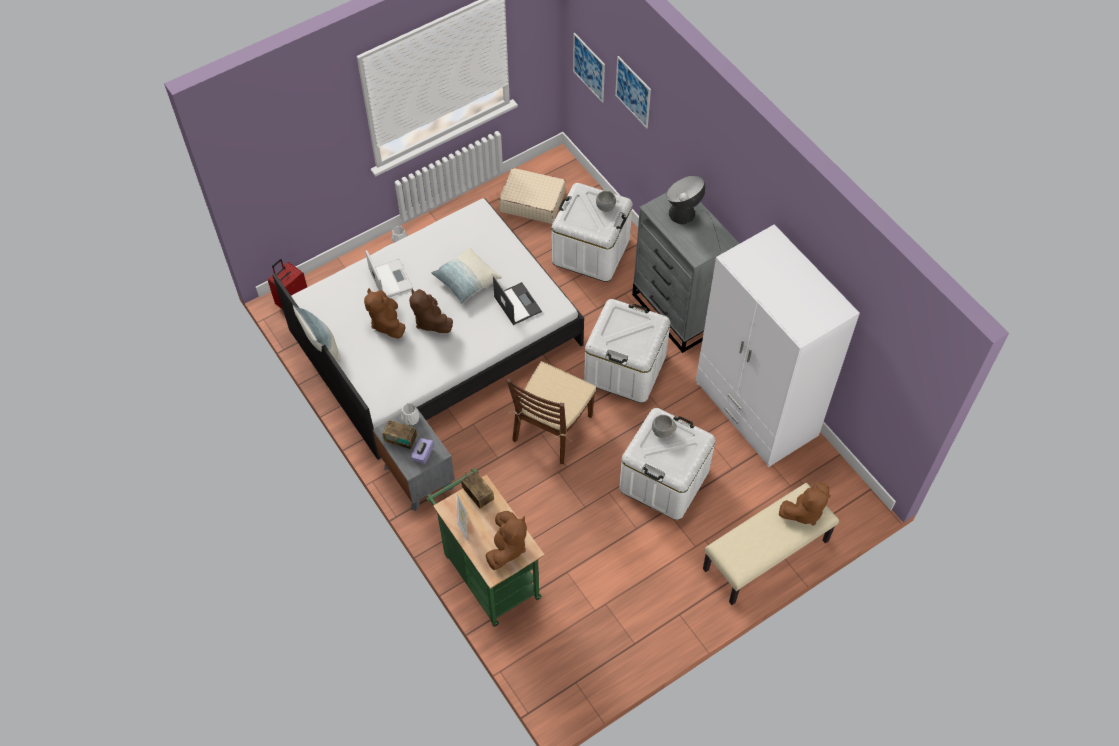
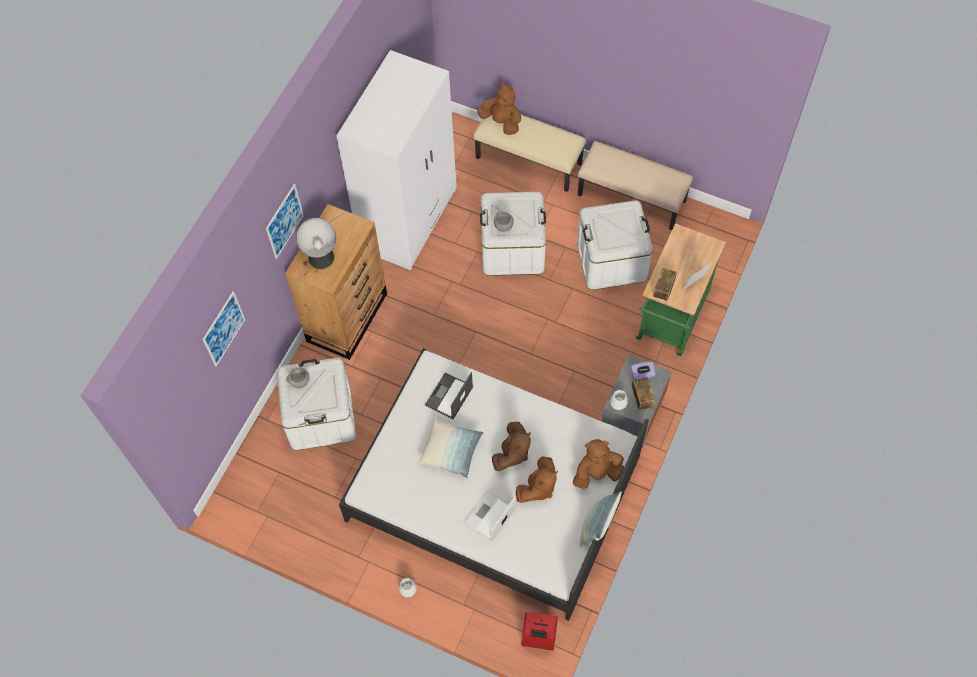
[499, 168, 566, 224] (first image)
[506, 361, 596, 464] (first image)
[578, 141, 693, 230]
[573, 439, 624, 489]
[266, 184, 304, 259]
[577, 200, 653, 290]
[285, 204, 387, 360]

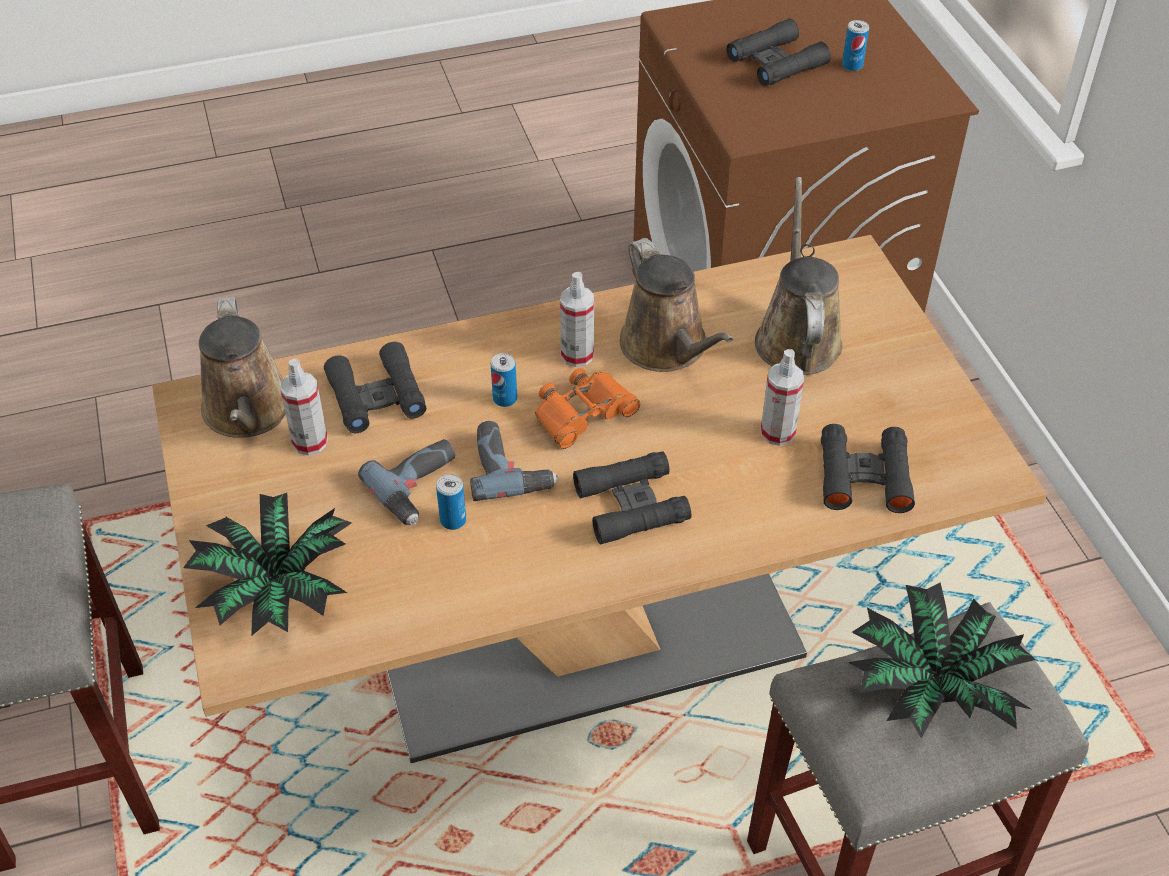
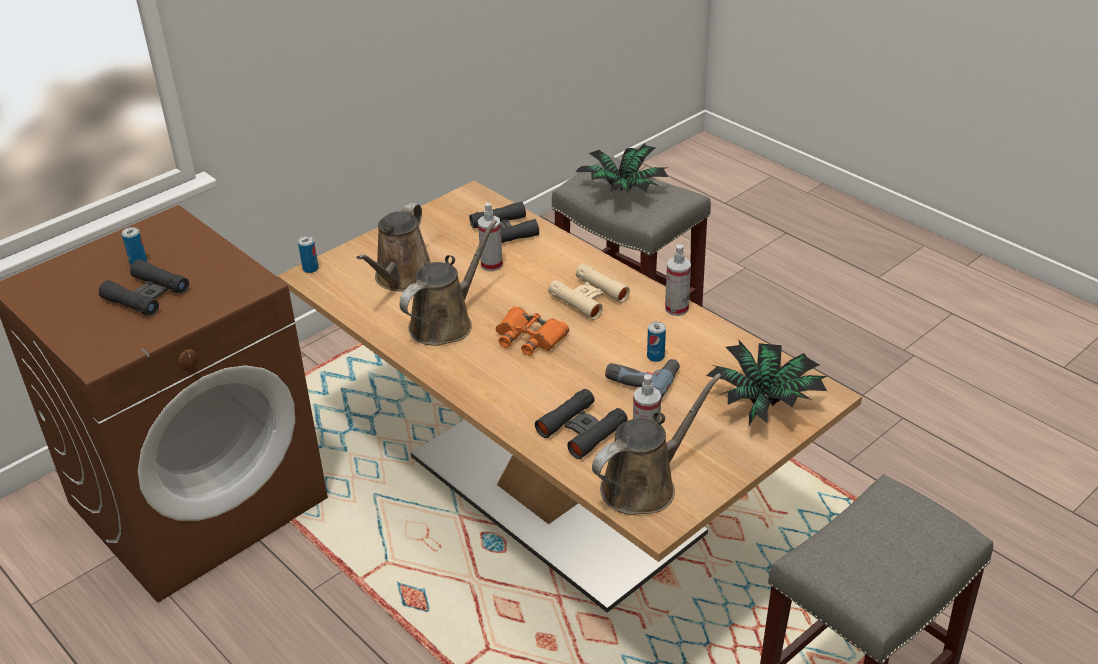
[470, 421, 559, 501] (first image)
[298, 236, 319, 273]
[665, 245, 691, 316]
[548, 264, 630, 320]
[357, 203, 431, 291]

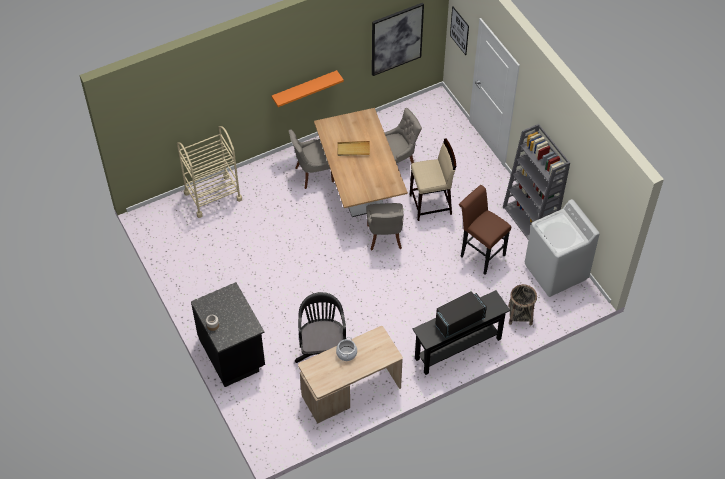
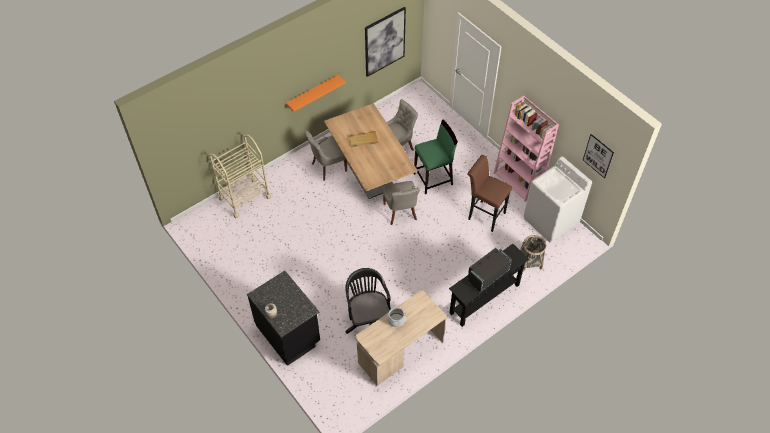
[583, 134, 614, 178]
[414, 120, 458, 194]
[494, 96, 559, 201]

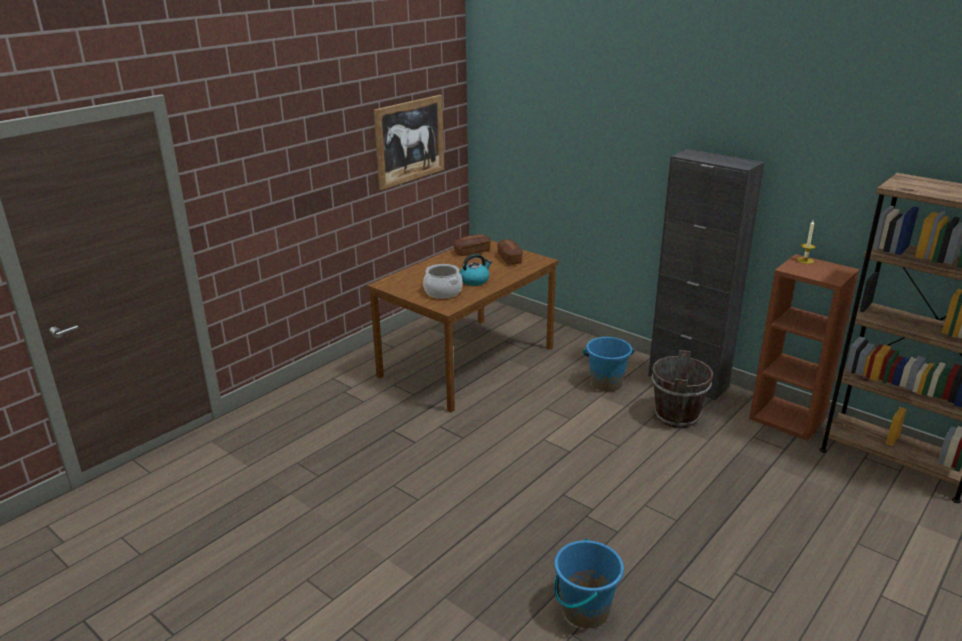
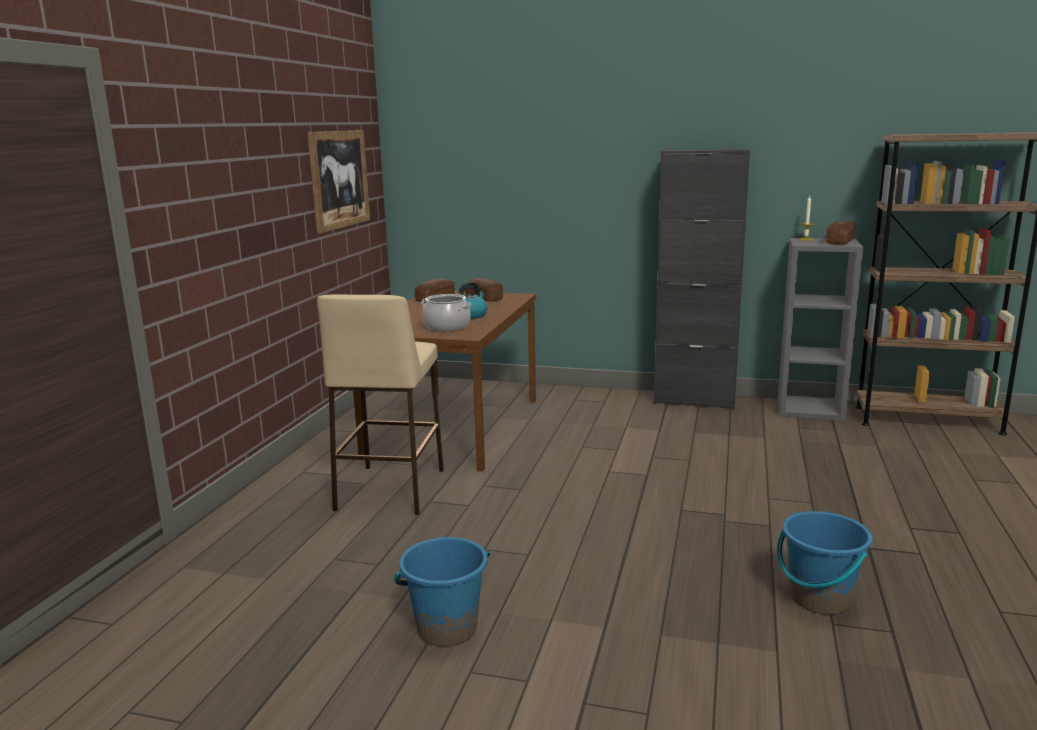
[652, 350, 713, 428] (first image)
[317, 294, 444, 515]
[826, 221, 856, 244]
[394, 537, 491, 647]
[778, 238, 863, 421]

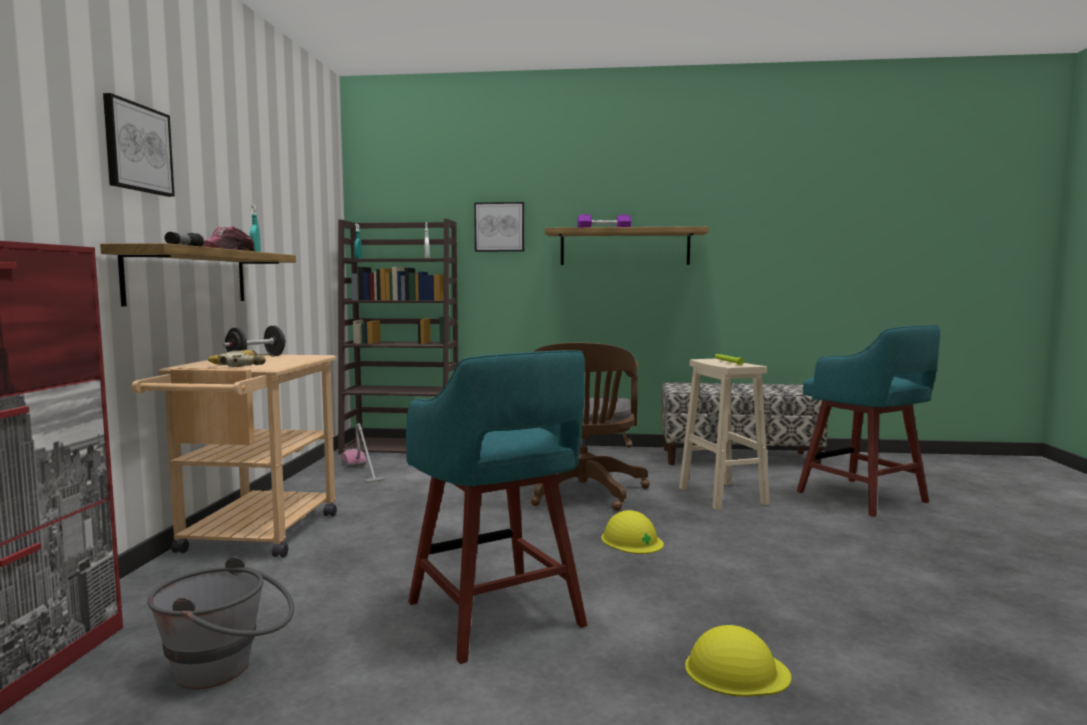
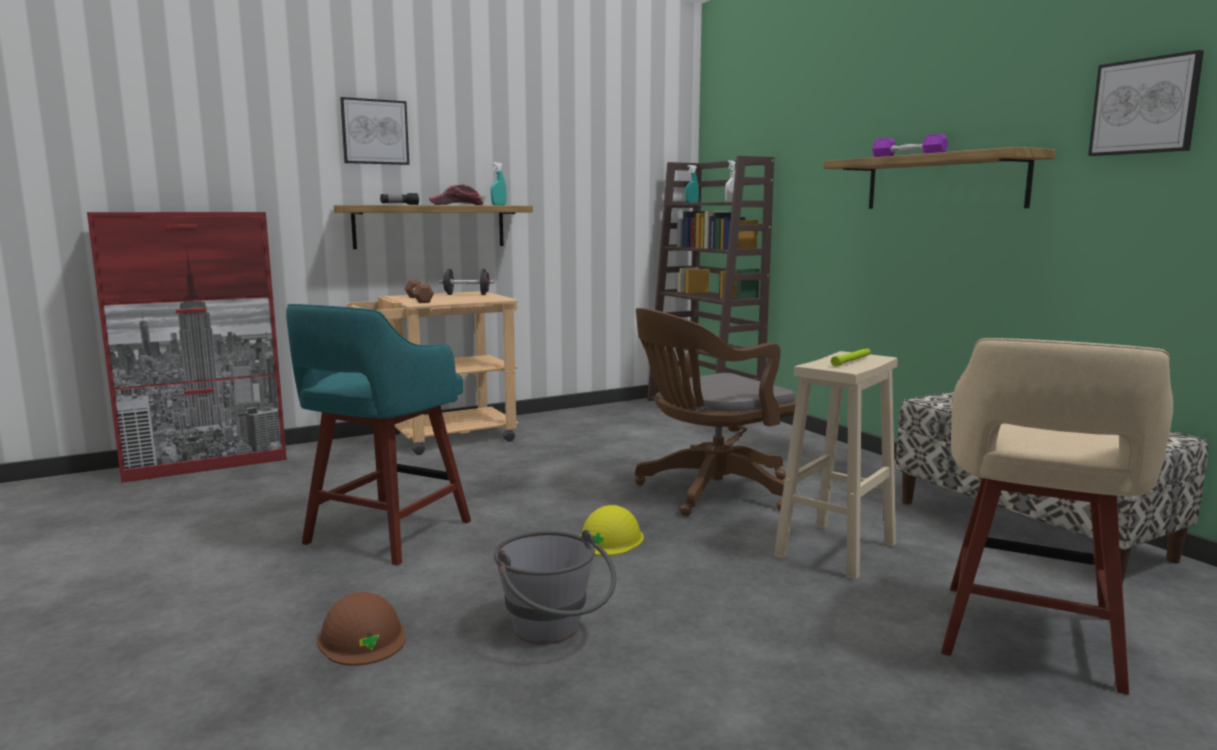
[341, 423, 385, 483] (first image)
[494, 530, 616, 645]
[1088, 50, 1204, 156]
[405, 280, 434, 303]
[317, 592, 406, 666]
[941, 338, 1173, 695]

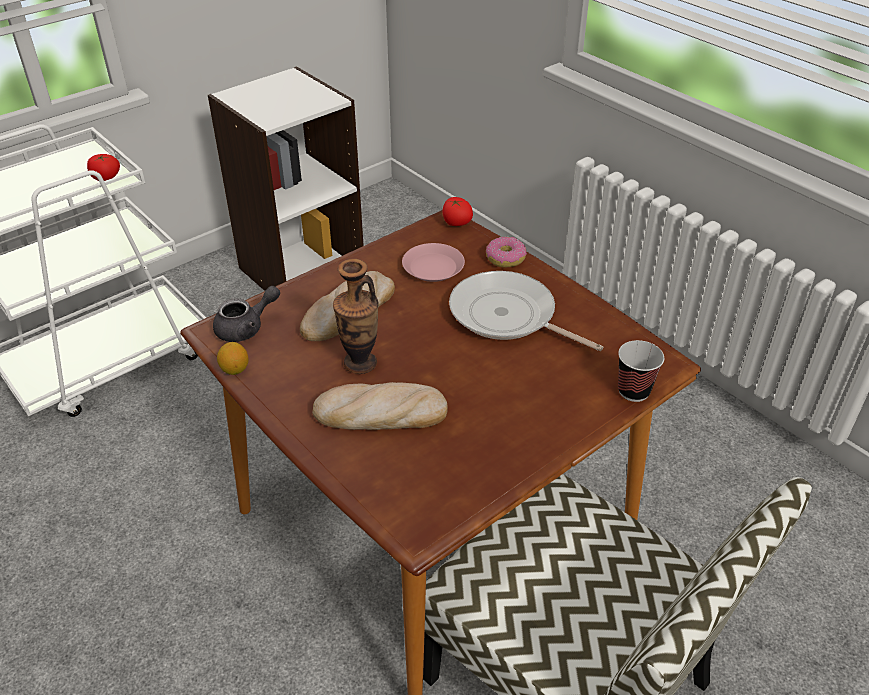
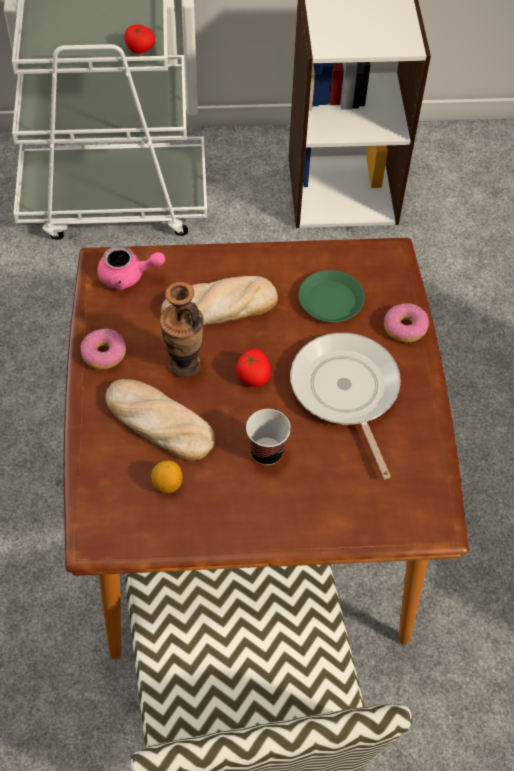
[80, 329, 126, 369]
[151, 460, 182, 493]
[236, 349, 271, 386]
[246, 409, 291, 465]
[97, 246, 165, 290]
[299, 270, 365, 322]

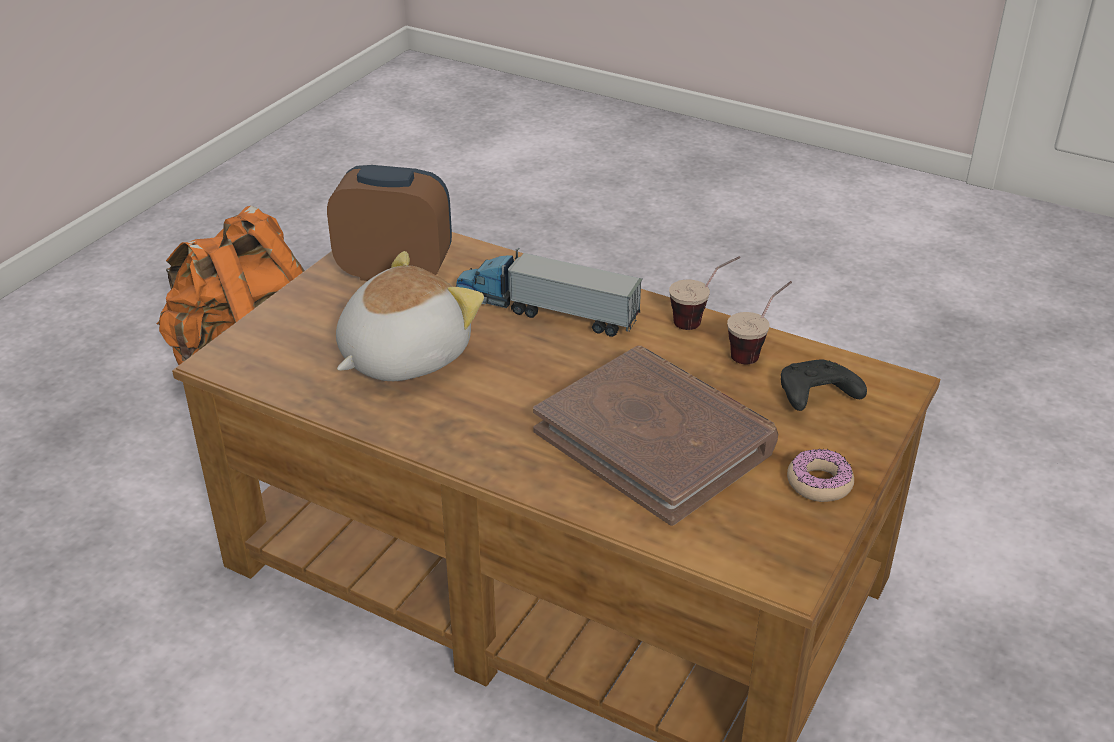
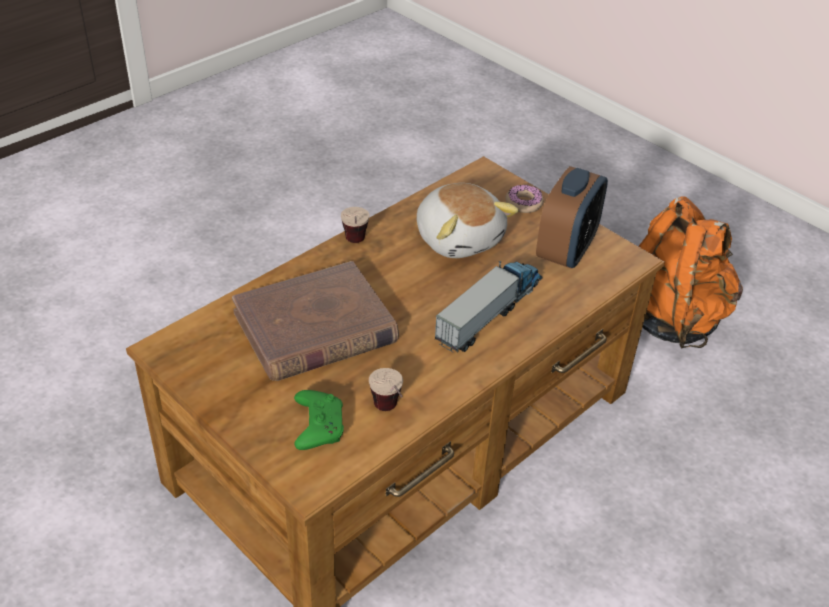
[341, 207, 370, 243]
[506, 185, 544, 213]
[294, 390, 344, 450]

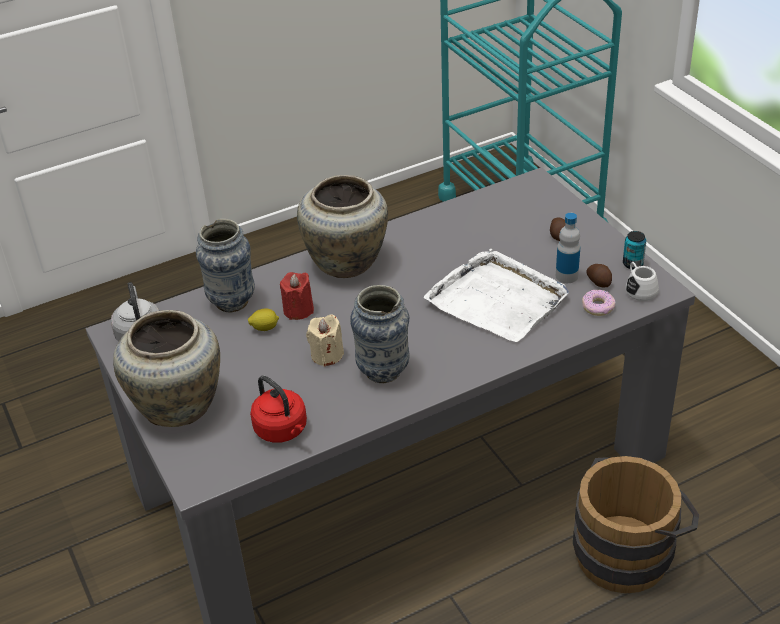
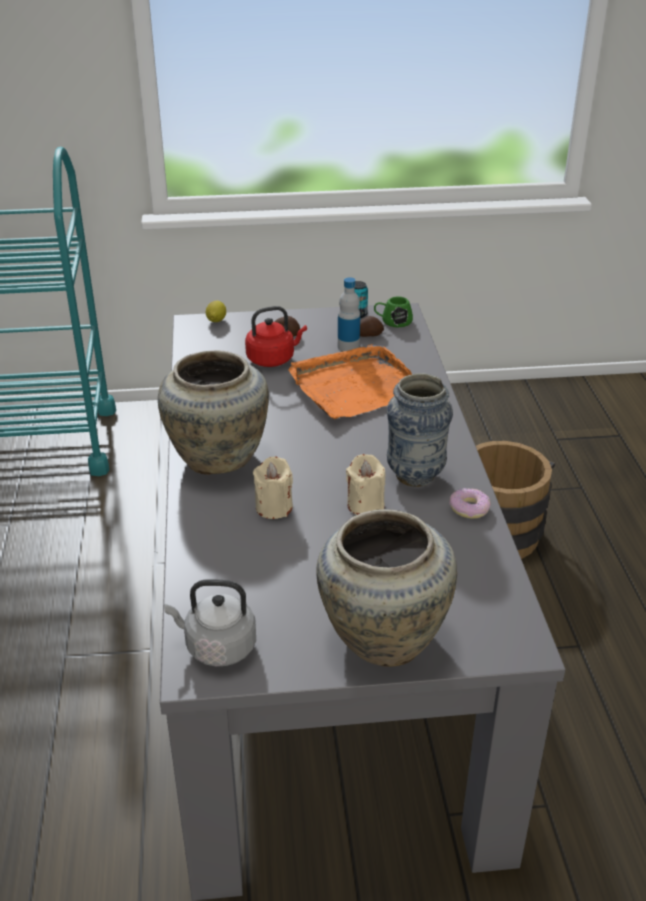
[196, 219, 255, 313] (first image)
[206, 301, 226, 322]
[245, 306, 307, 367]
[449, 488, 491, 519]
[253, 457, 293, 519]
[288, 344, 412, 419]
[374, 296, 413, 327]

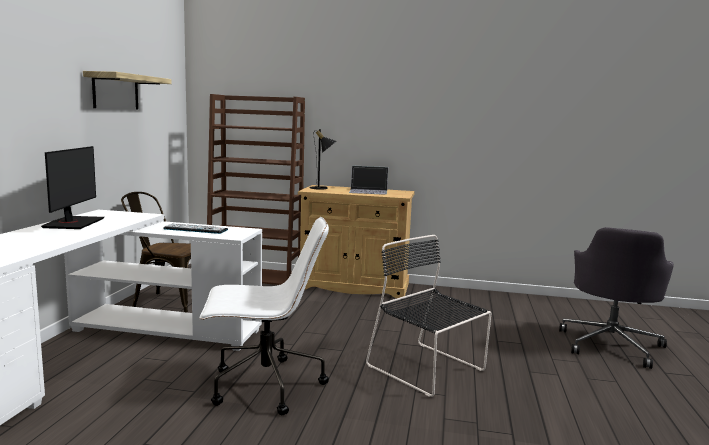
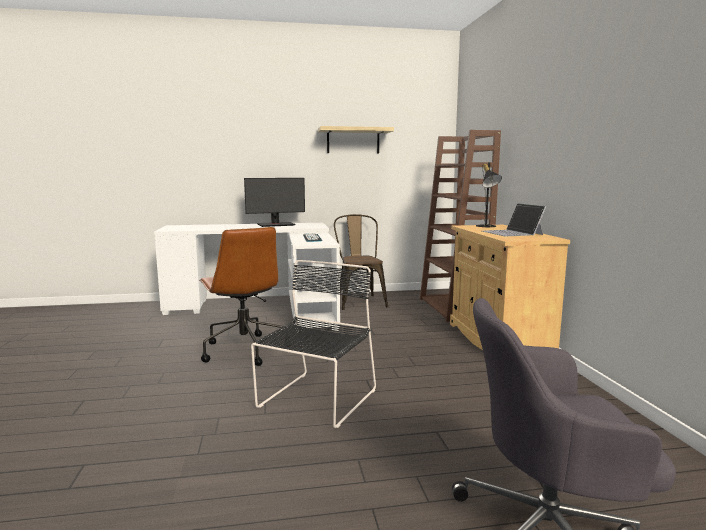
[199, 227, 292, 366]

